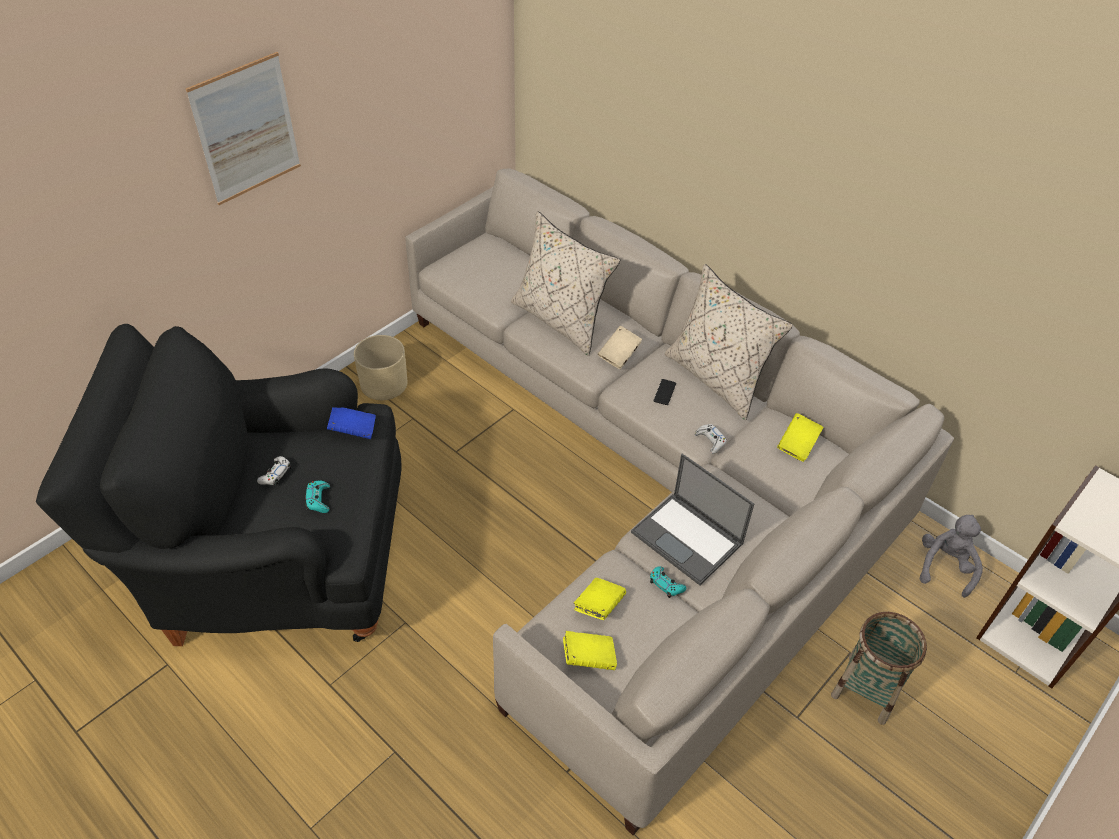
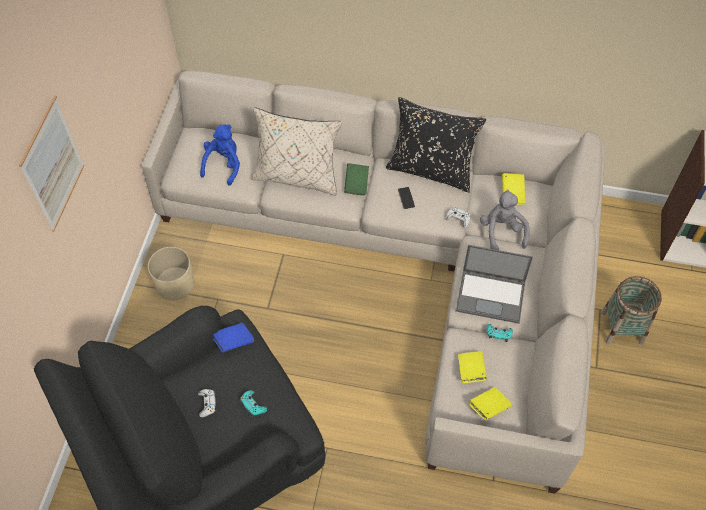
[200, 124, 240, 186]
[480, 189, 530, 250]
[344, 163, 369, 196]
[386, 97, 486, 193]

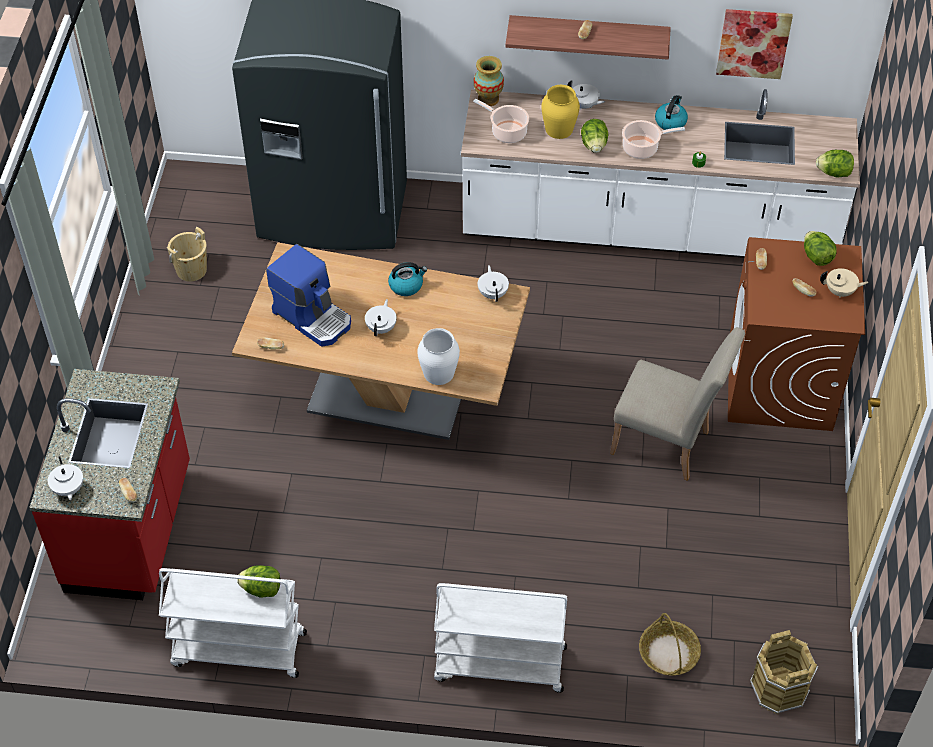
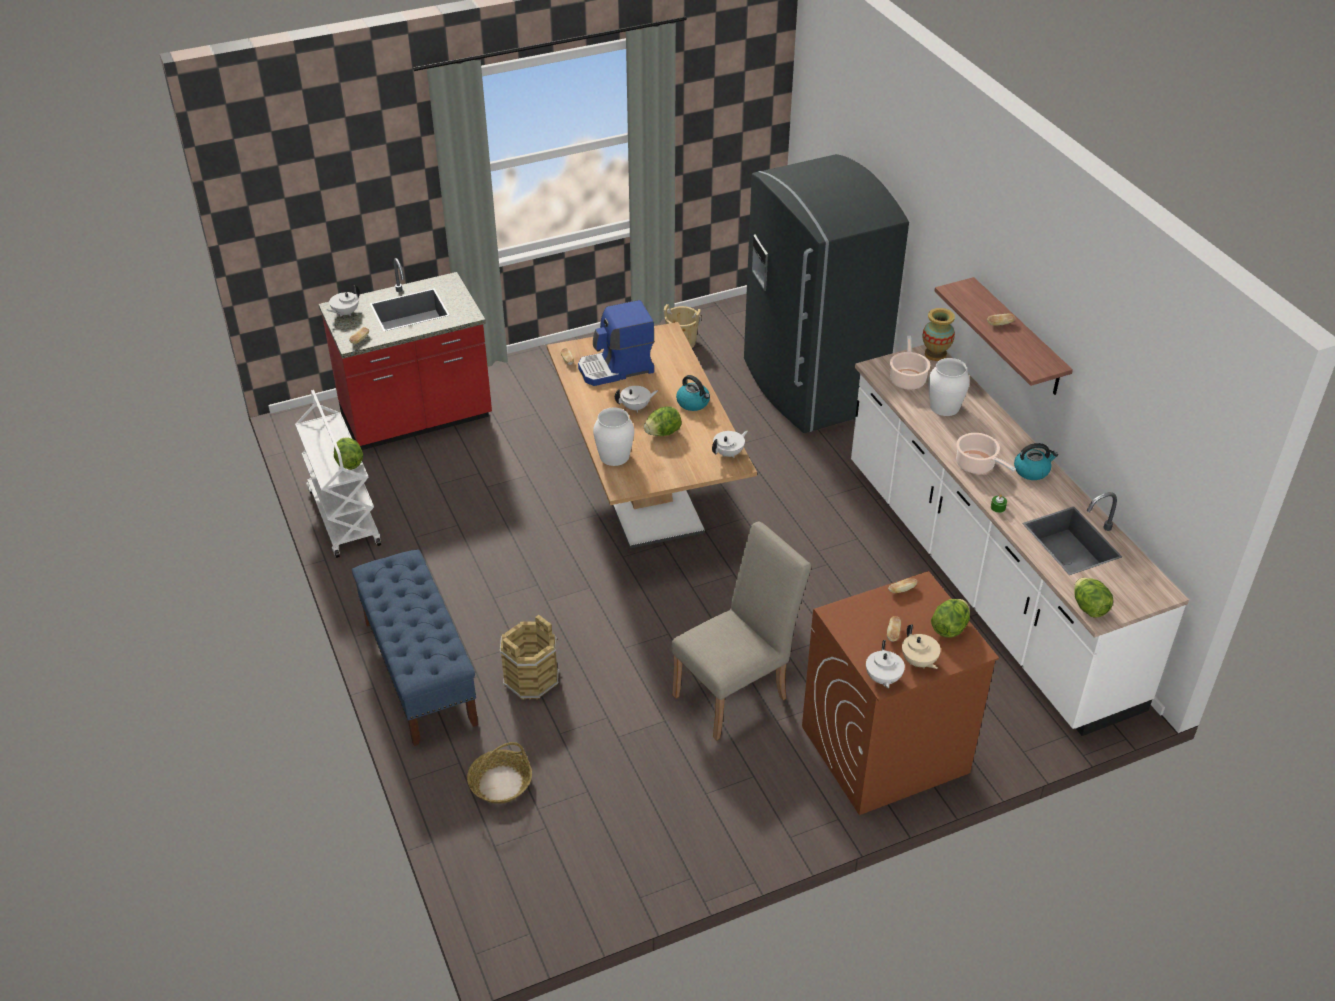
[716, 9, 793, 79] (first image)
[866, 640, 905, 688]
[644, 407, 682, 436]
[500, 615, 559, 700]
[352, 549, 478, 746]
[928, 358, 970, 416]
[578, 300, 654, 386]
[672, 522, 811, 740]

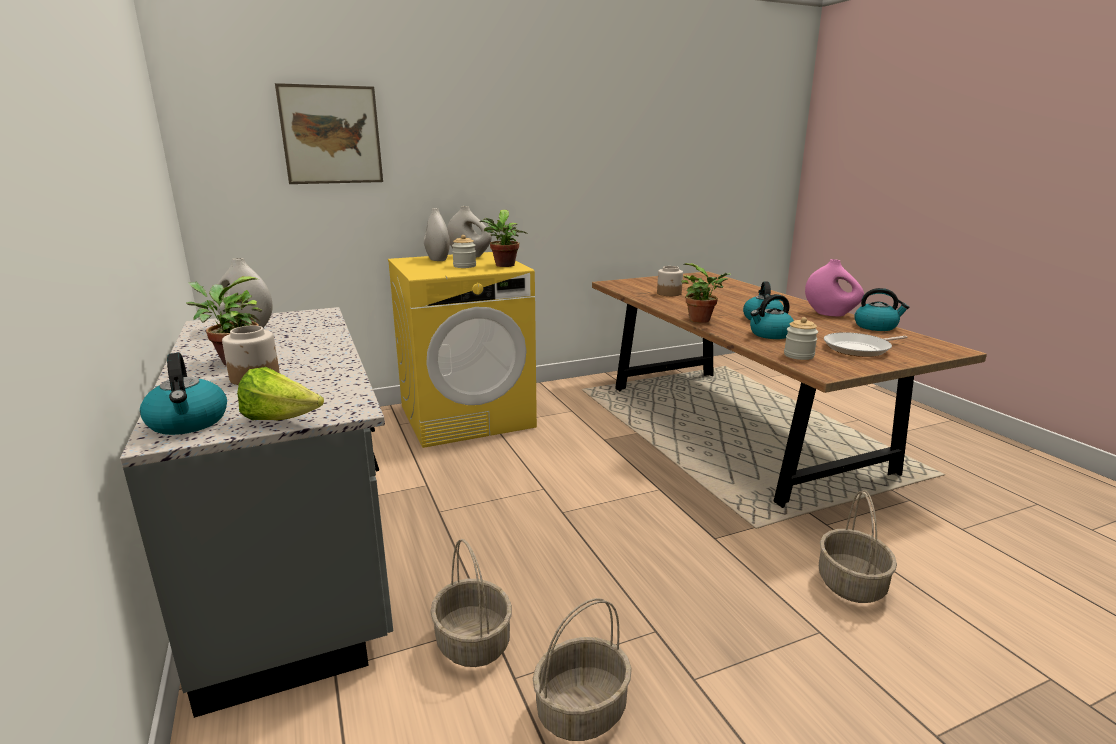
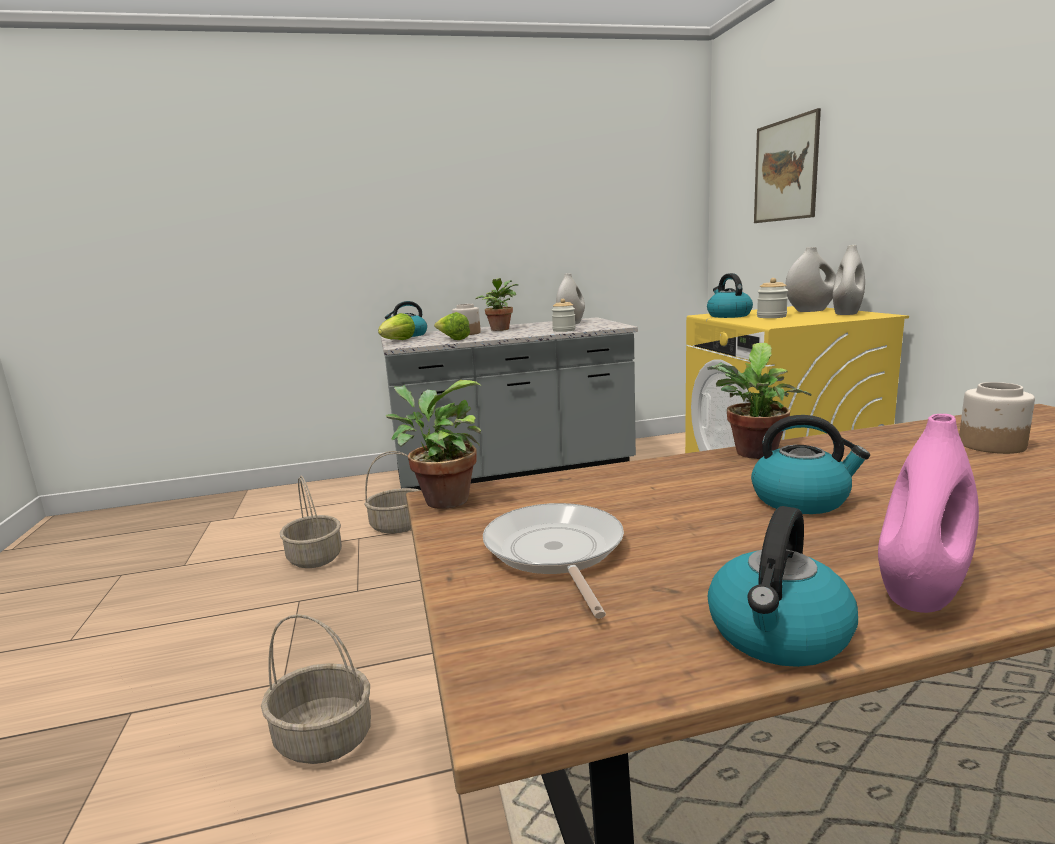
[434, 312, 470, 340]
[386, 380, 482, 509]
[707, 273, 753, 318]
[552, 299, 576, 332]

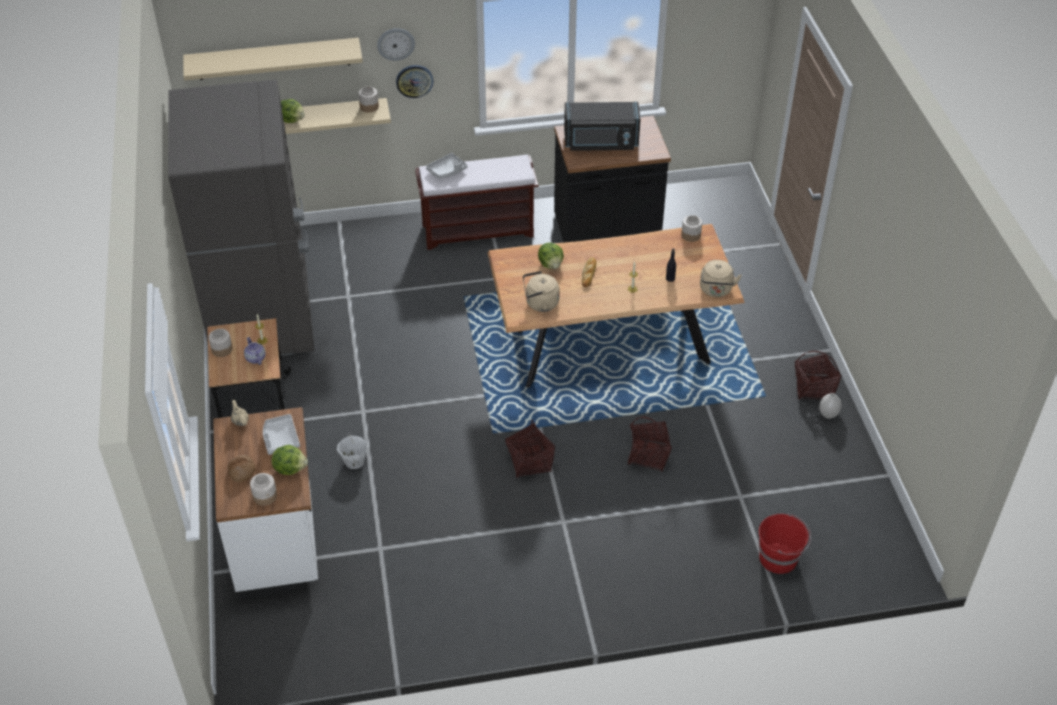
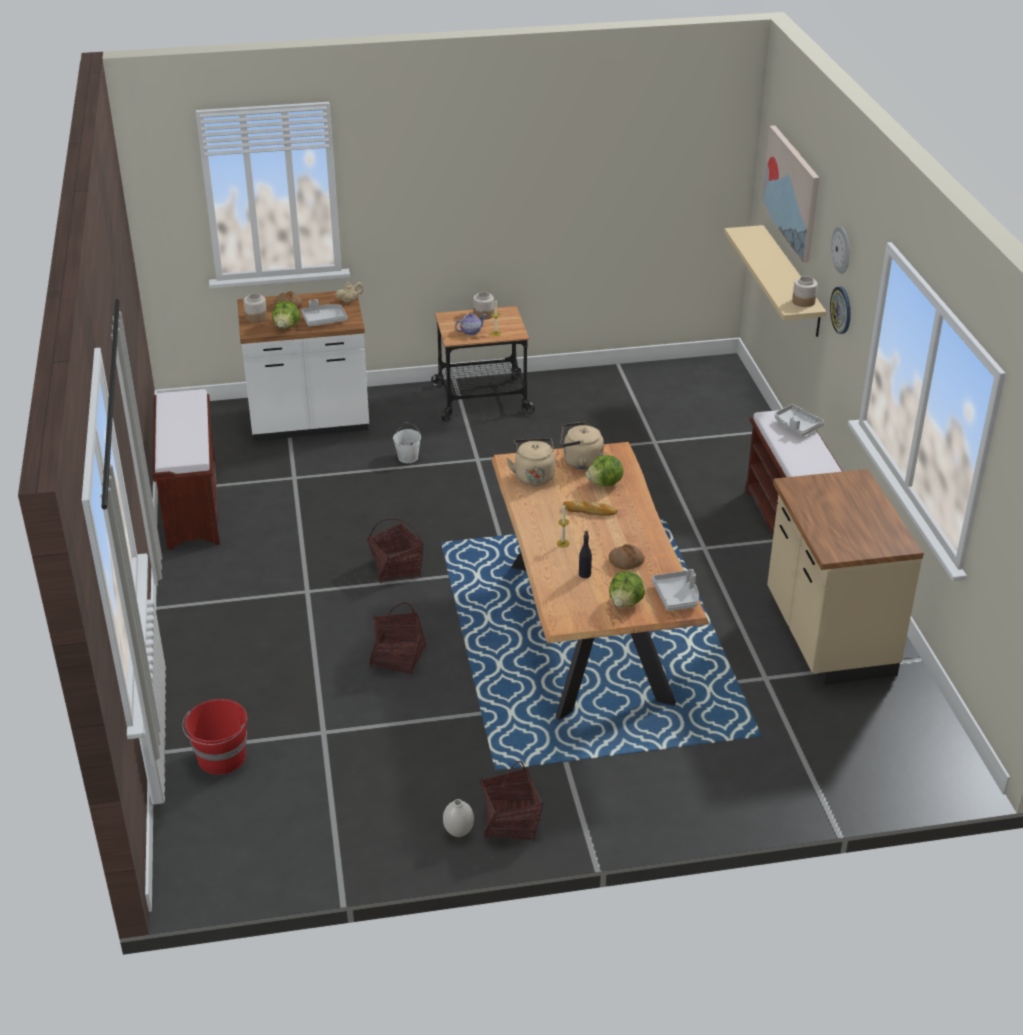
[168, 80, 314, 356] (first image)
[564, 102, 641, 151] (first image)
[152, 389, 220, 550]
[609, 544, 645, 570]
[609, 571, 645, 607]
[560, 422, 604, 469]
[761, 125, 819, 263]
[652, 569, 699, 611]
[767, 469, 924, 685]

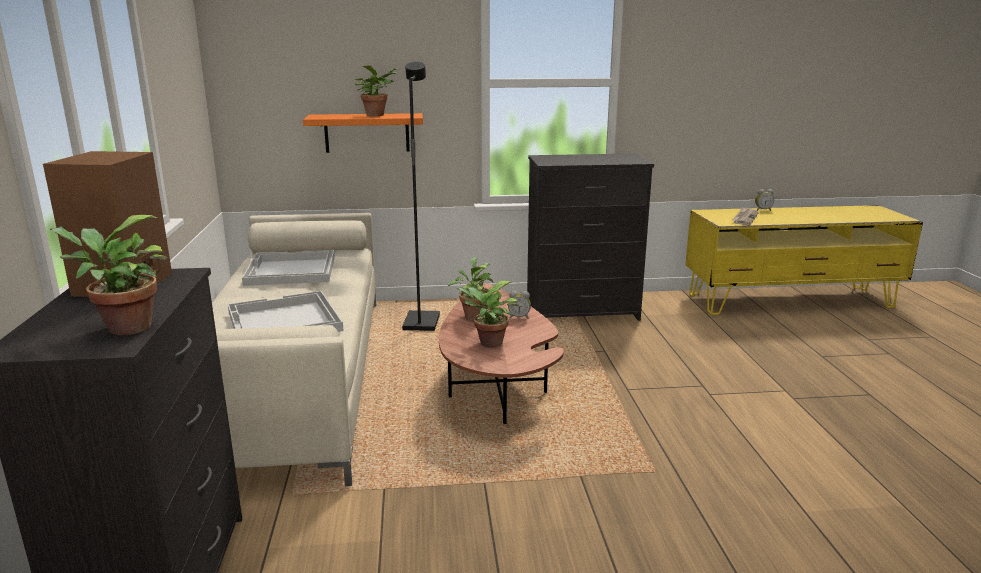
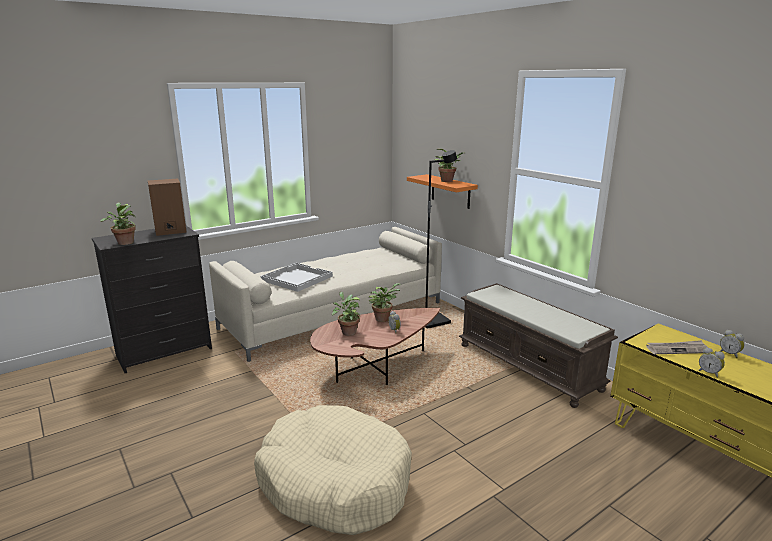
[242, 250, 335, 286] (first image)
[254, 405, 412, 535]
[699, 347, 725, 378]
[459, 283, 618, 408]

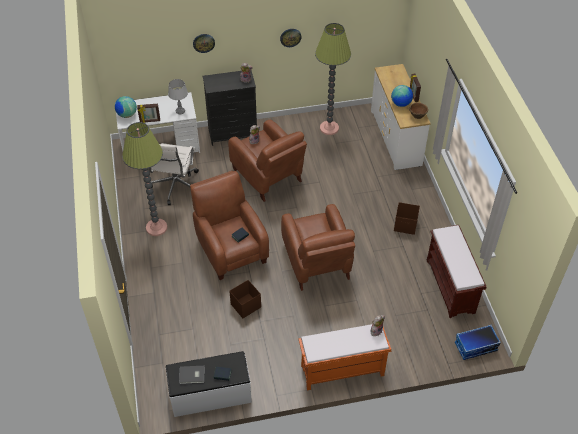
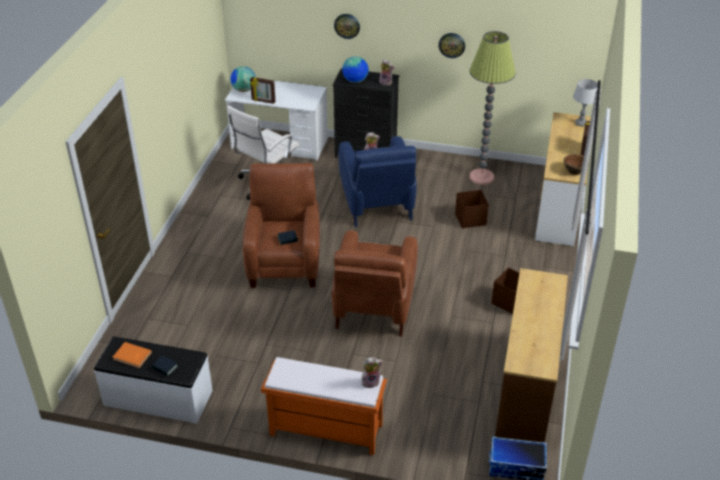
[122, 122, 167, 236] (first image)
[573, 79, 598, 126]
[455, 190, 489, 228]
[342, 56, 369, 83]
[495, 268, 568, 442]
[113, 342, 152, 368]
[339, 136, 417, 227]

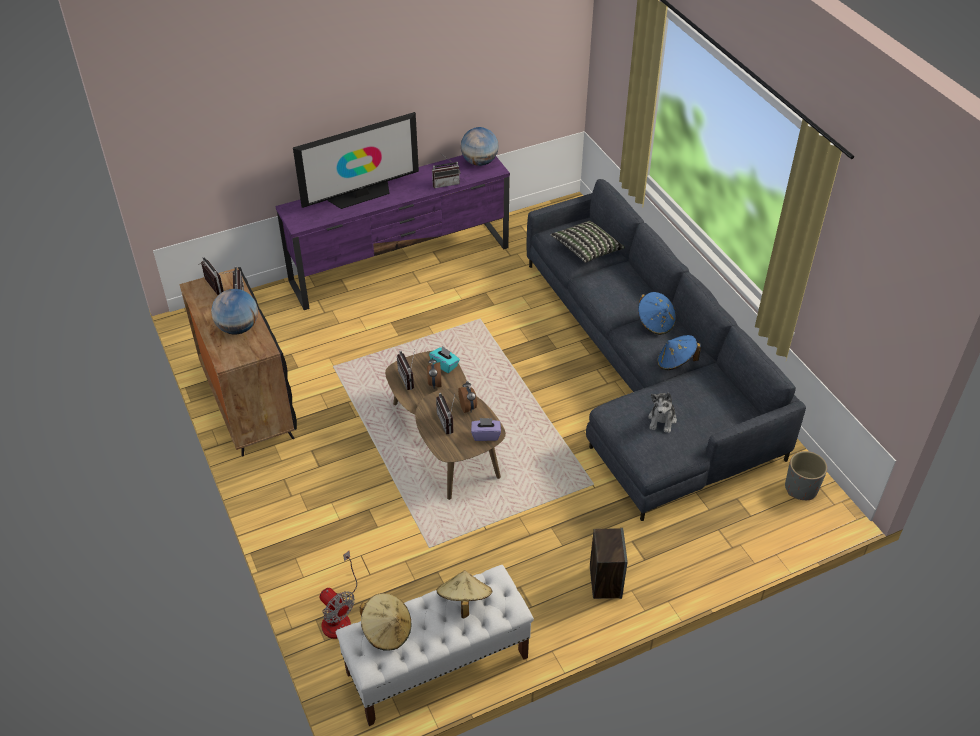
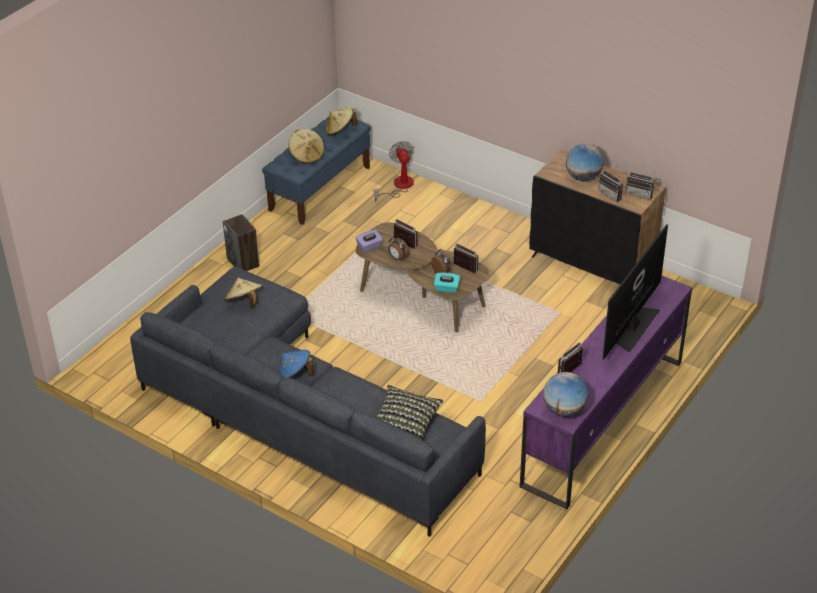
[657, 335, 701, 370] (first image)
[785, 451, 827, 500] (first image)
[224, 278, 263, 308]
[262, 116, 371, 225]
[374, 141, 414, 202]

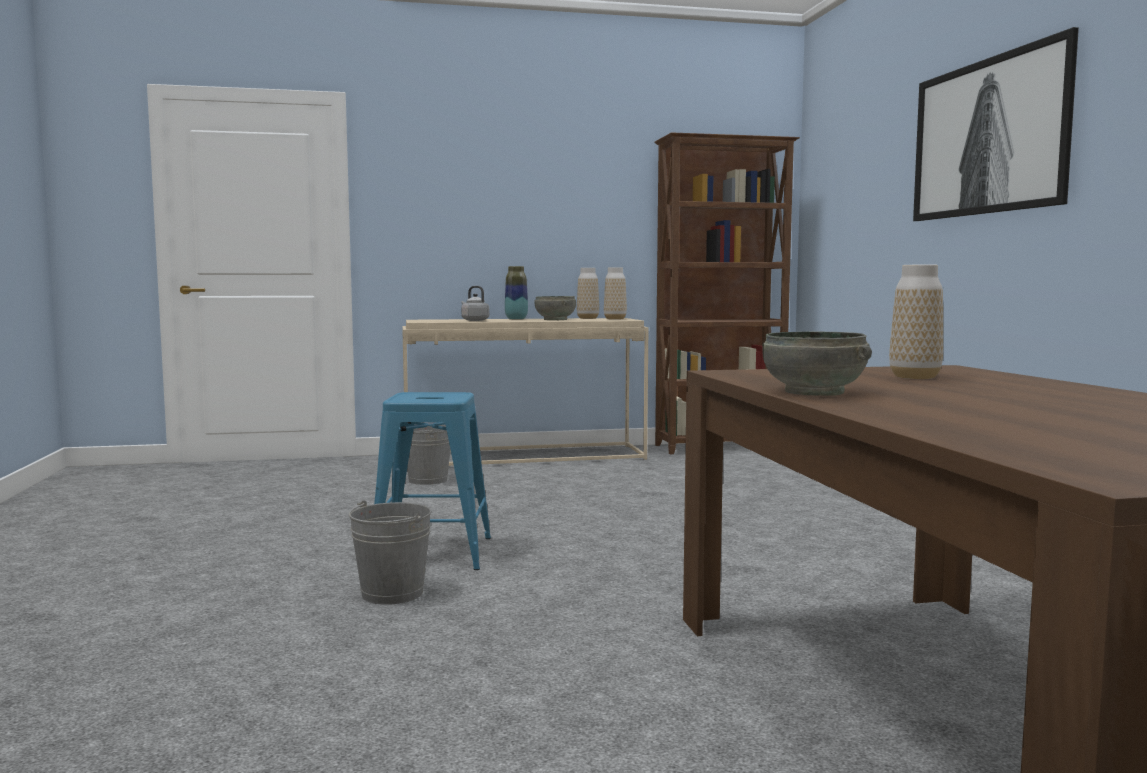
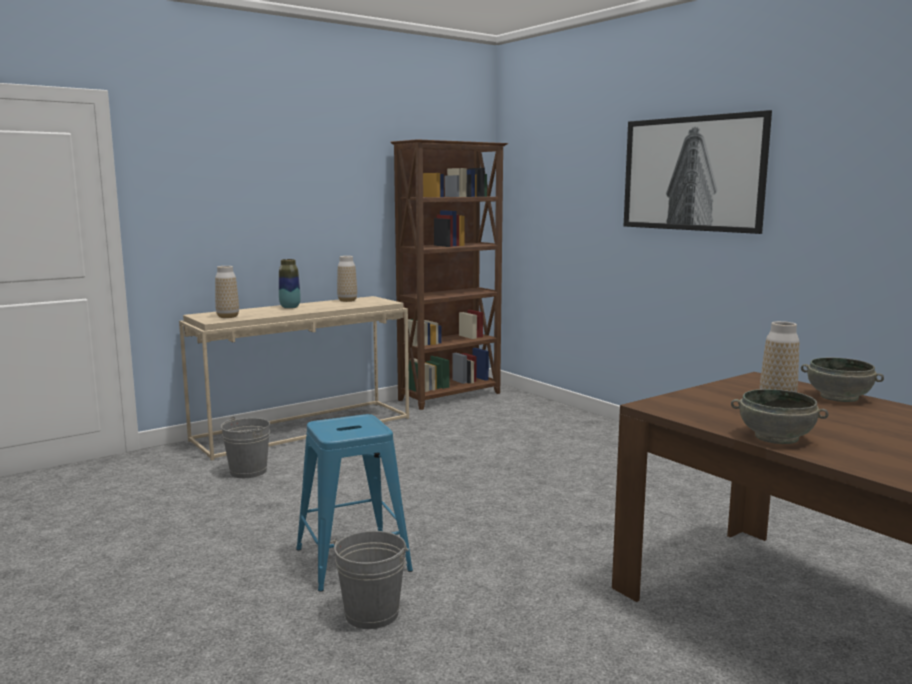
[461, 286, 489, 321] (first image)
[801, 357, 884, 402]
[215, 266, 239, 318]

